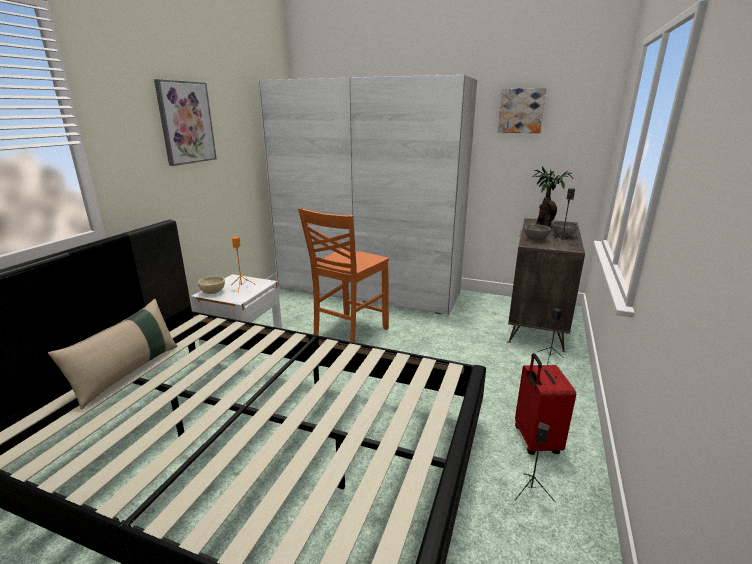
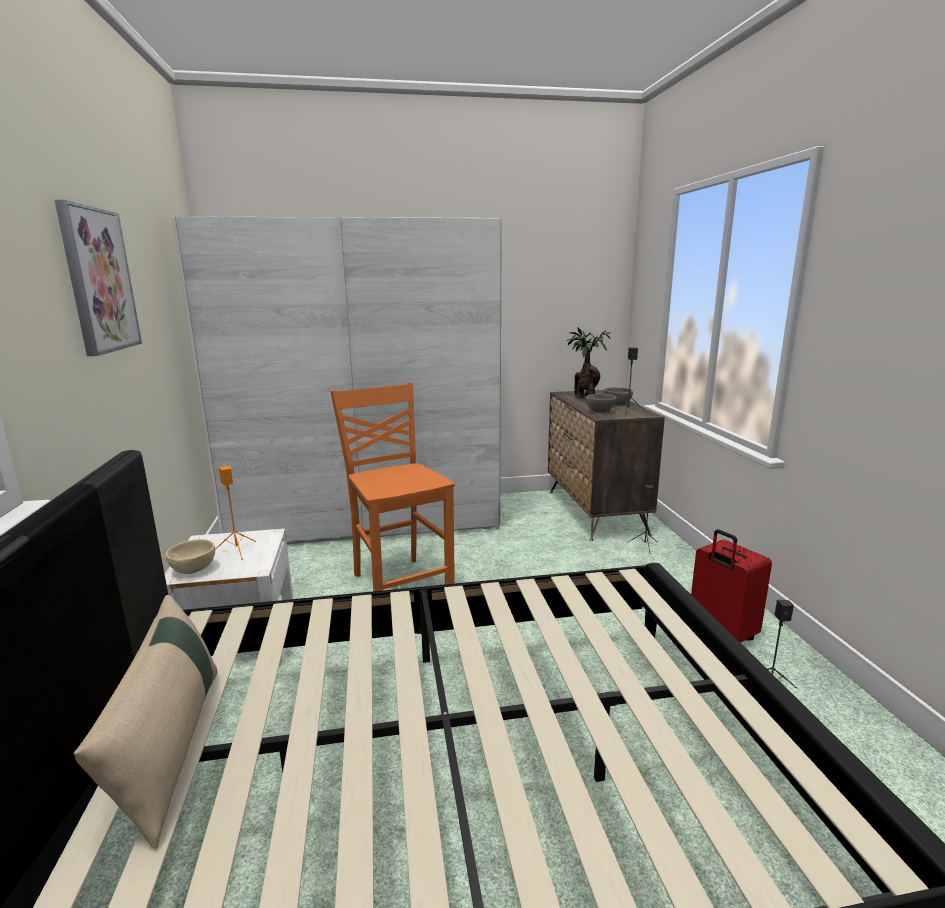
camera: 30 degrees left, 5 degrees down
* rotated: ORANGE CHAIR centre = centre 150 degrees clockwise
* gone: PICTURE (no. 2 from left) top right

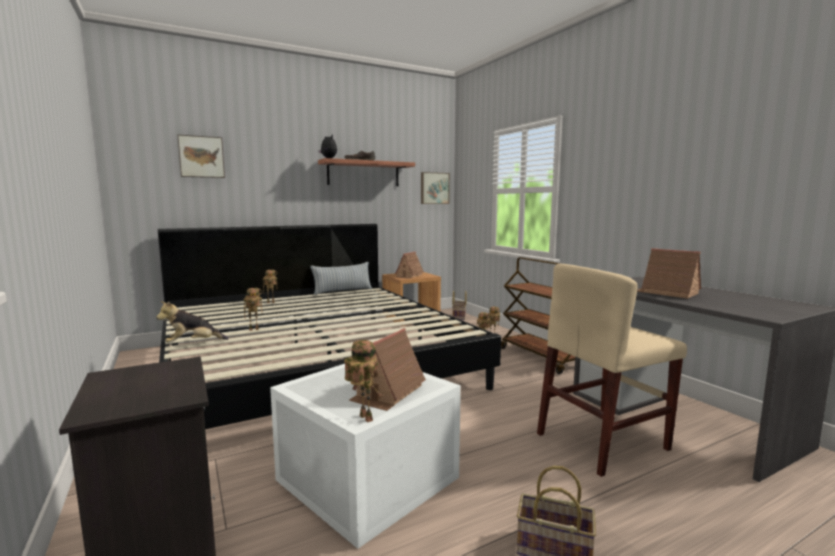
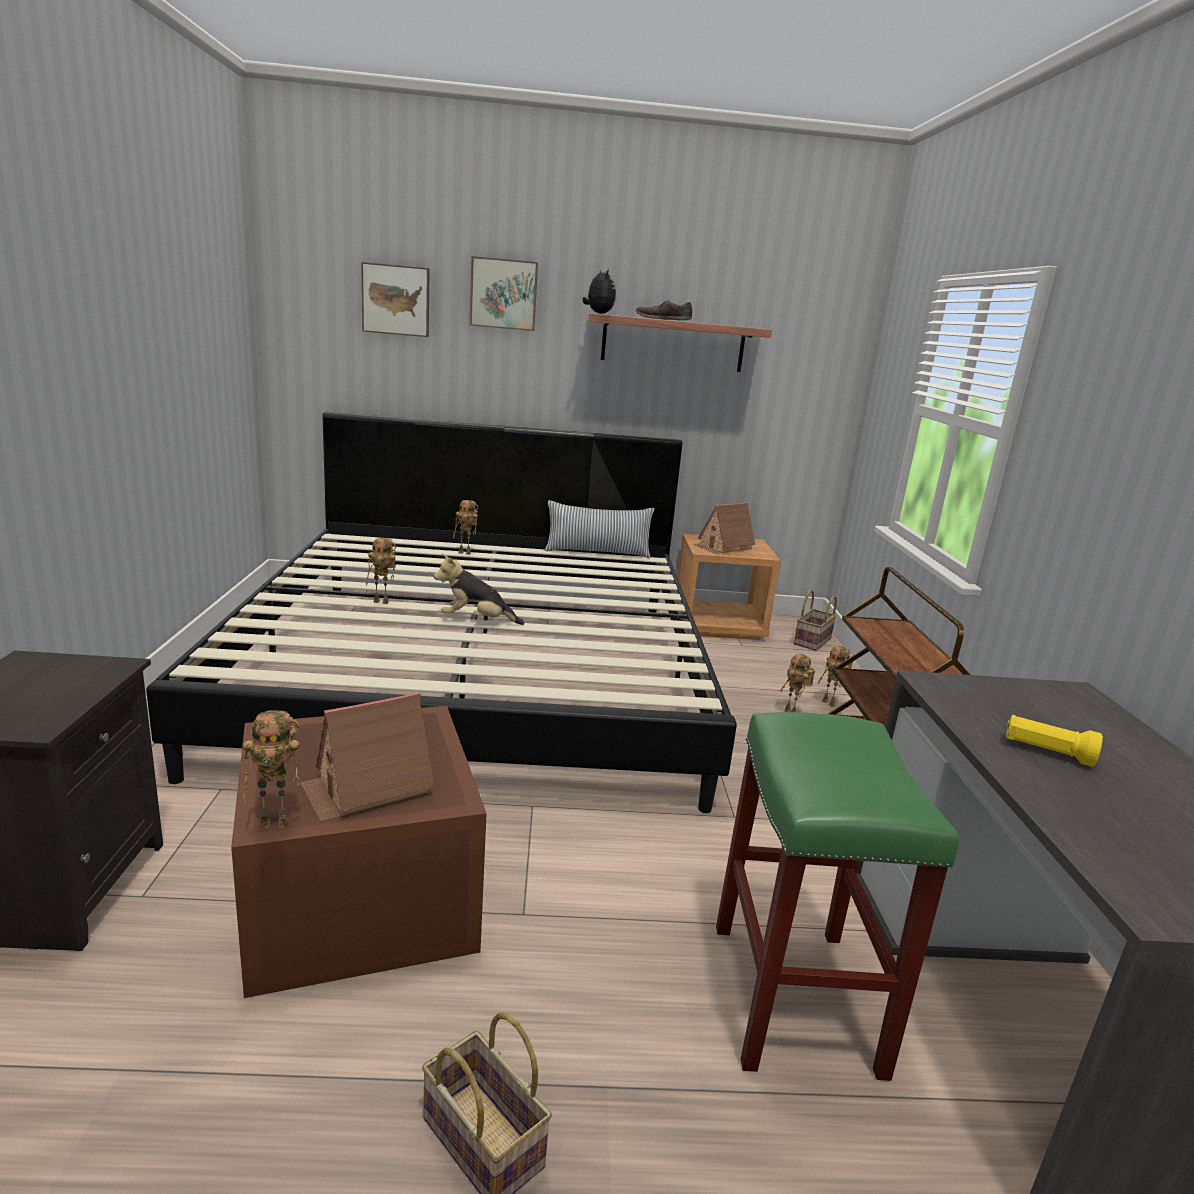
camera: 25 degrees right, 10 degrees up
* shifted: PLUSH TOY (no. 1 from left) middle left to centre
* repainted: WHITE STORAGE BOX bottom centre to BROWN STORAGE BOX bottom left
* rotated: TOY ROBOT (no. 3 from left in the first image) bottom centre = middle left 90 degrees clockwise
* shifted: PICTURE (no. 2 from left) centre to top centre
* swapped: BEIGE CHAIR middle right to GREEN STOOL bottom right
* swapped: TOY HOUSE (no. 3 from left) middle right to YELLOW FLASHLIGHT middle right

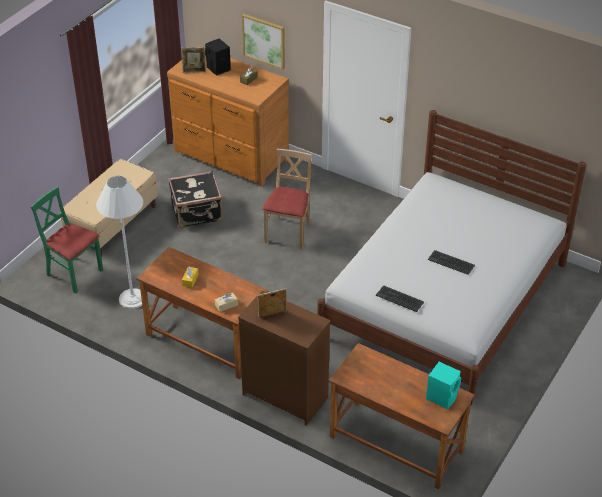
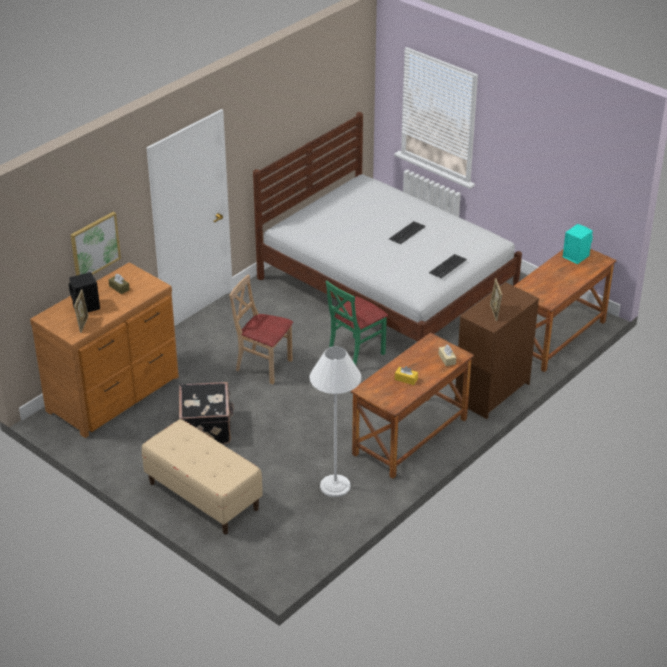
camera: 80 degrees left, 5 degrees down
* shifted: GREEN CHAIR middle left to centre

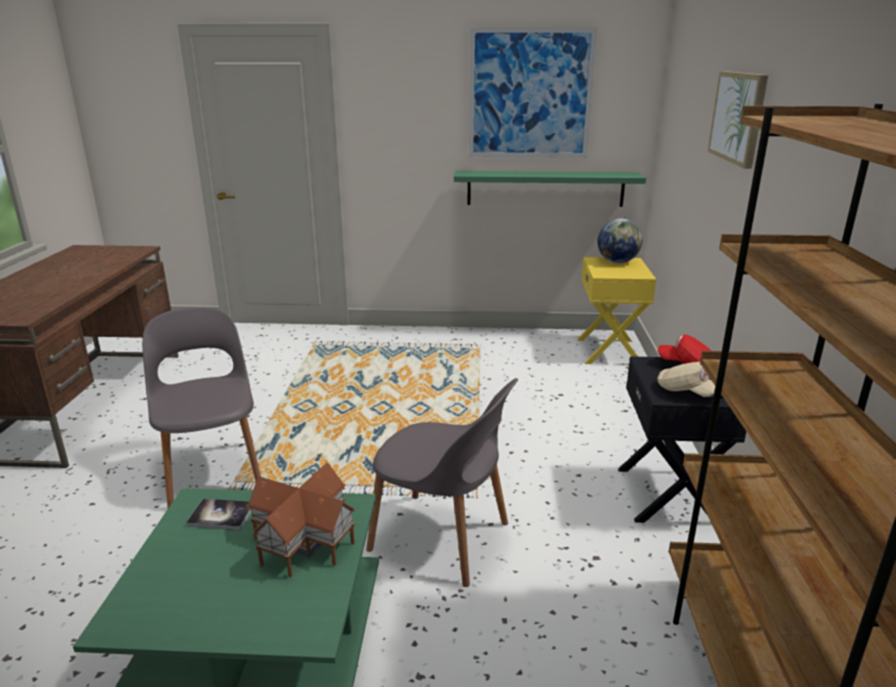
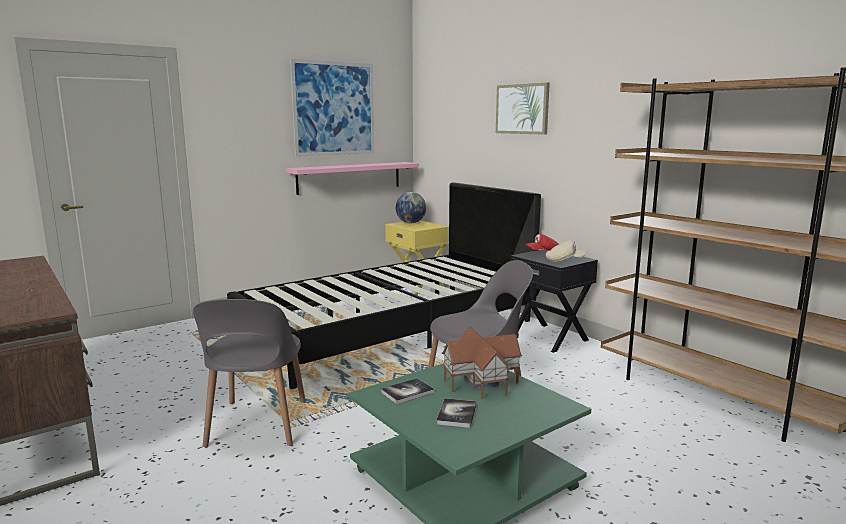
camera: 40 degrees left, 10 degrees down
* rotated: GREY CHAIR (no. 1 from left) middle left = bottom left 120 degrees counterclockwise
* repainted: GREEN SHELF top centre to PINK SHELF centre
* new: BLACK BED centre
* new: BOOK (no. 2 from left) bottom centre

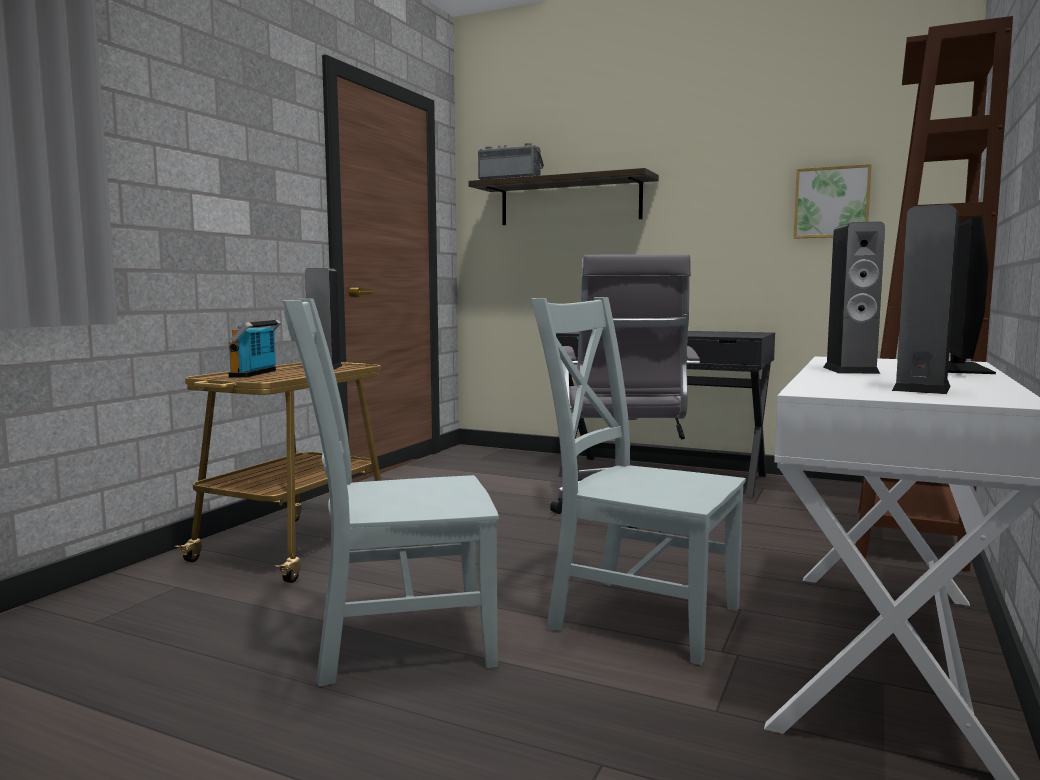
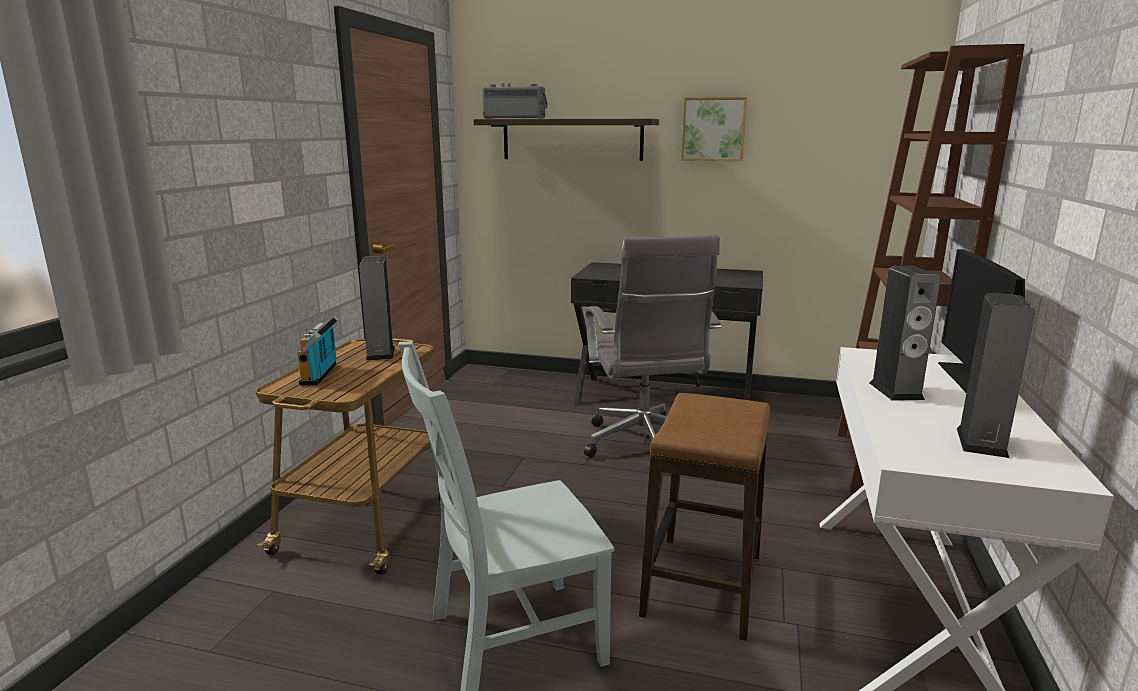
camera: 10 degrees left, 10 degrees up
* swapped: GREY CHAIR (no. 2 from left) centre to STOOL bottom centre
* shifted: PICTURE top right to top centre

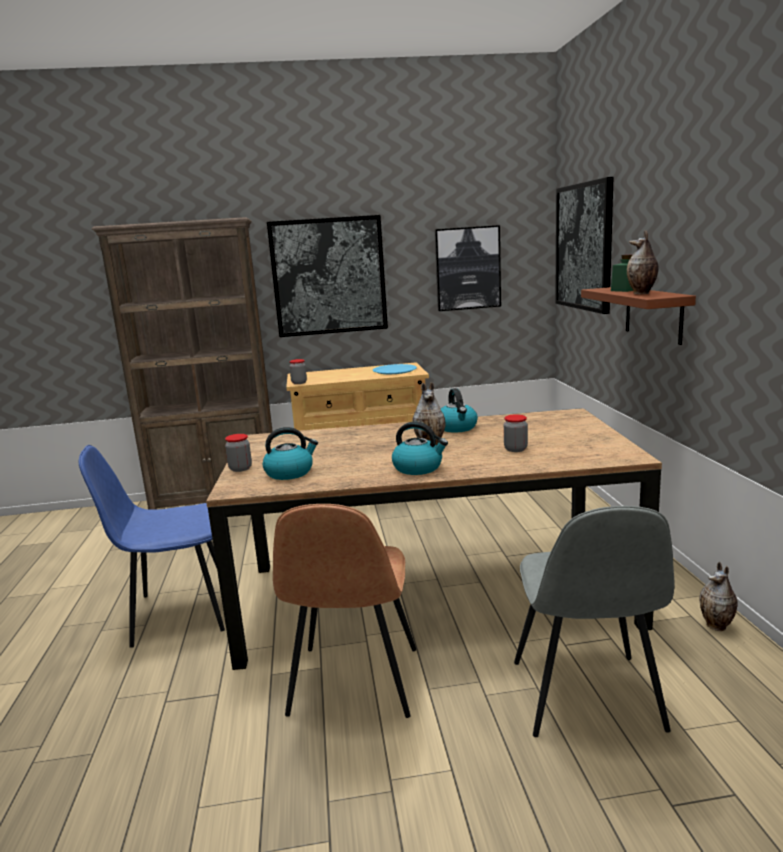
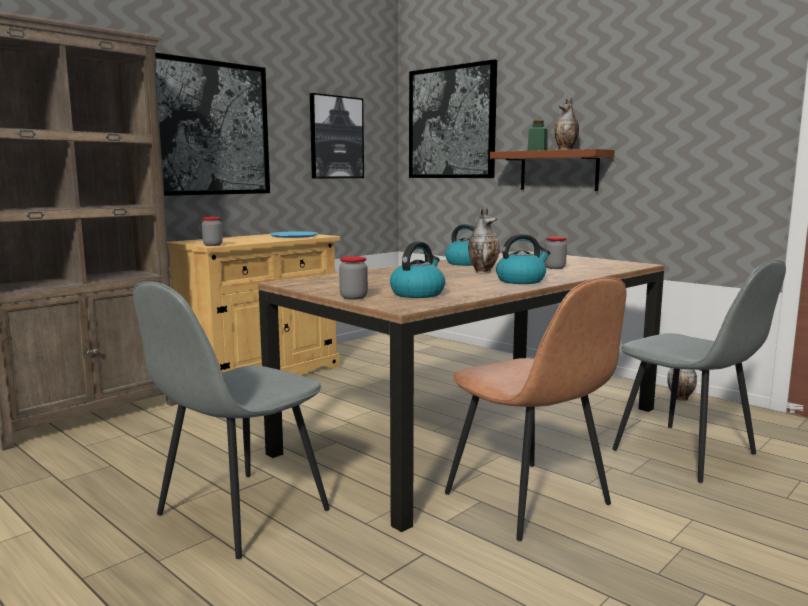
camera: 40 degrees left, 5 degrees down
* repainted: BLUE CHAIR middle left to GREY CHAIR (no. 1 from left) bottom left

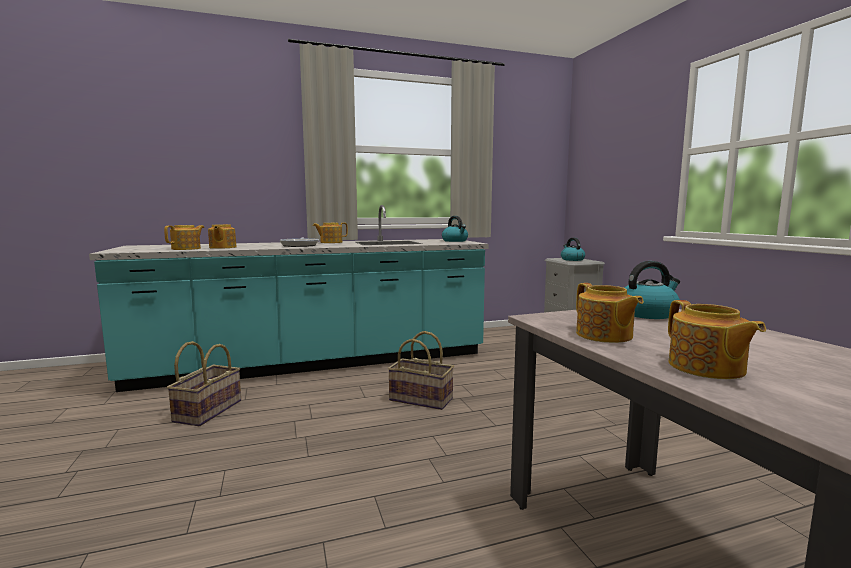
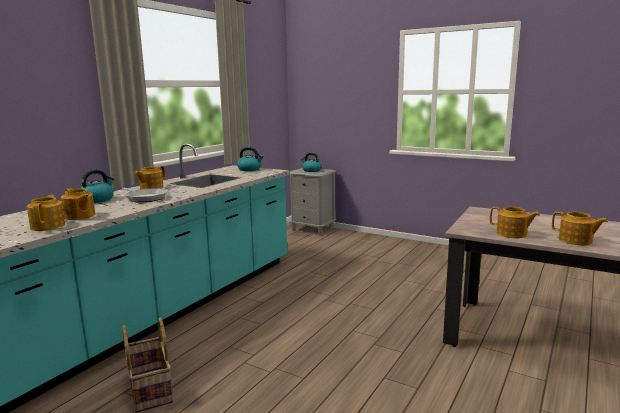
camera: 40 degrees left, 5 degrees up
* gone: BASKET (no. 2 from left) centre
* shifted: KETTLE (no. 3 from left in the first image) middle right to KETTLE (no. 1 from left) middle left

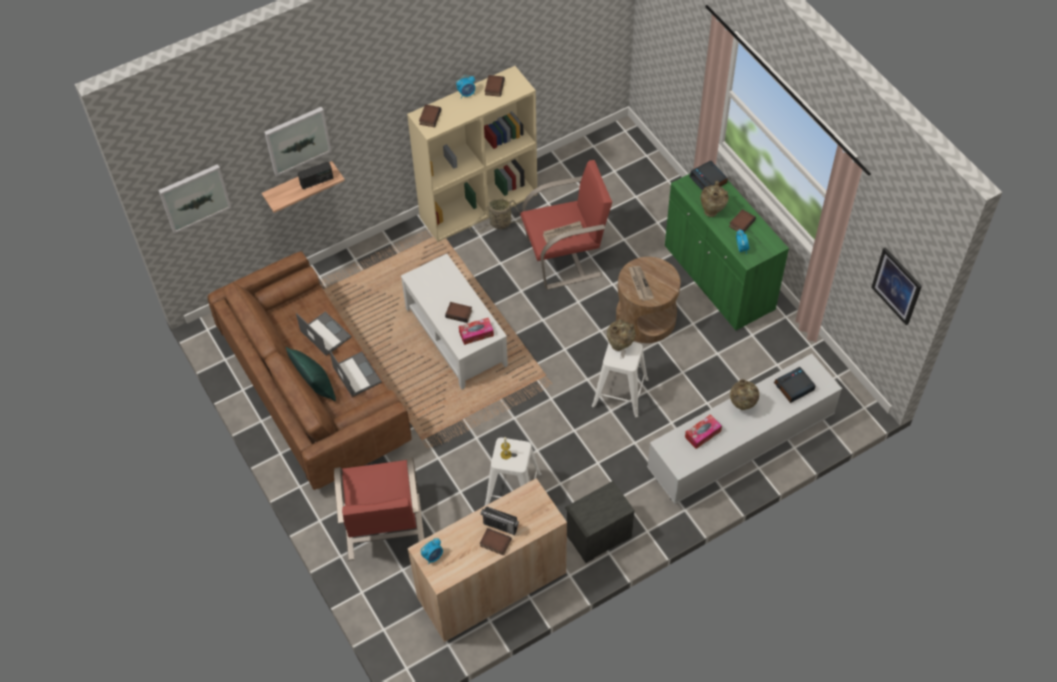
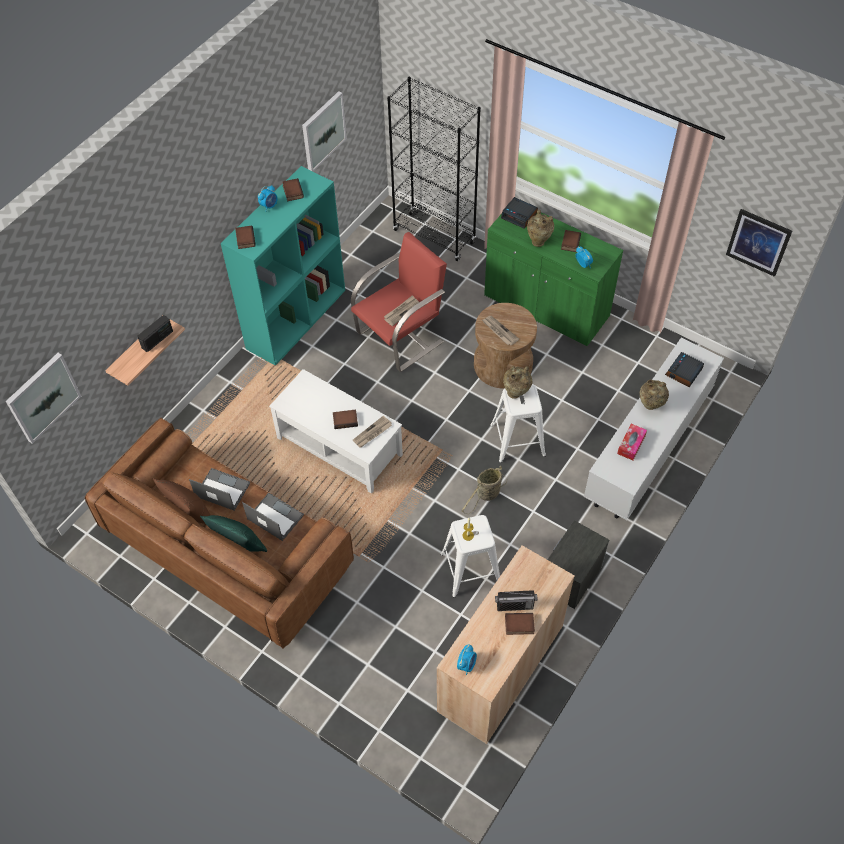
camera: 25 degrees left, 0 degrees up
* shifted: PICTURE (no. 2 from left) top left to top centre
* gone: RED ARMCHAIR (no. 1 from left) bottom centre
* repainted: BEIGE BOOKCASE top centre to TURQUOISE BOOKCASE top centre
* swapped: TISSUE BOX (no. 1 from left) centre to NEWSPAPER (no. 1 from left) centre
* shifted: BASKET top centre to centre
* new: BROWN PILLOW middle left
* new: BLACK BOOKCASE top centre

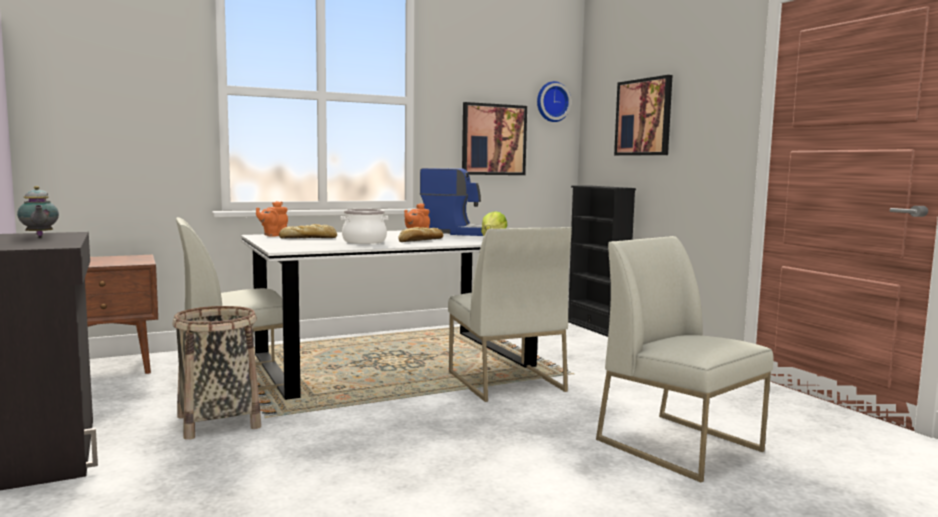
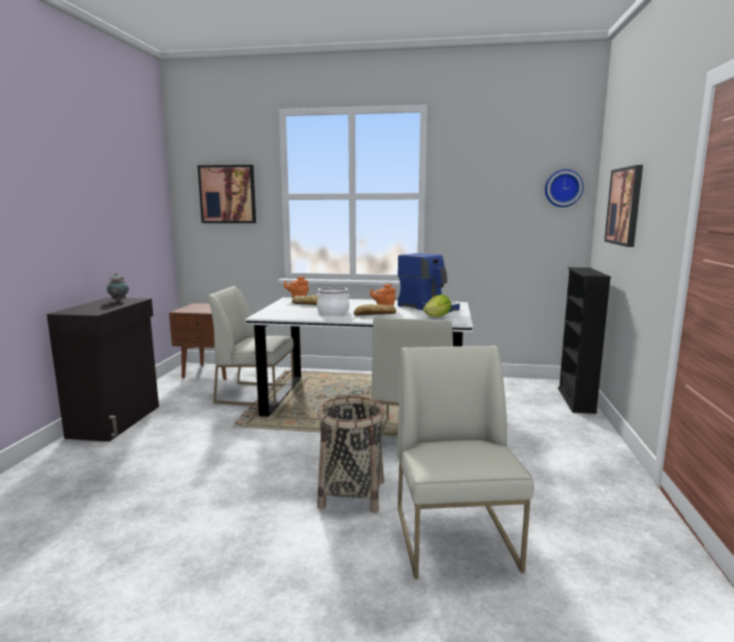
camera: 35 degrees right, 5 degrees up
* shifted: BASKET bottom left to bottom centre
* shifted: PICTURE (no. 1 from left) top centre to top left

